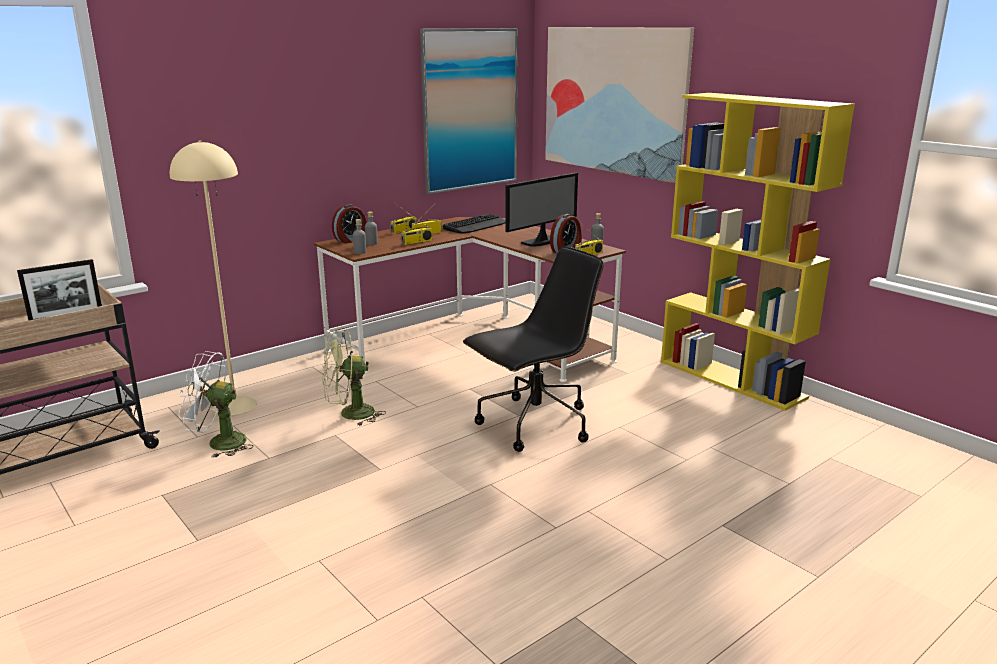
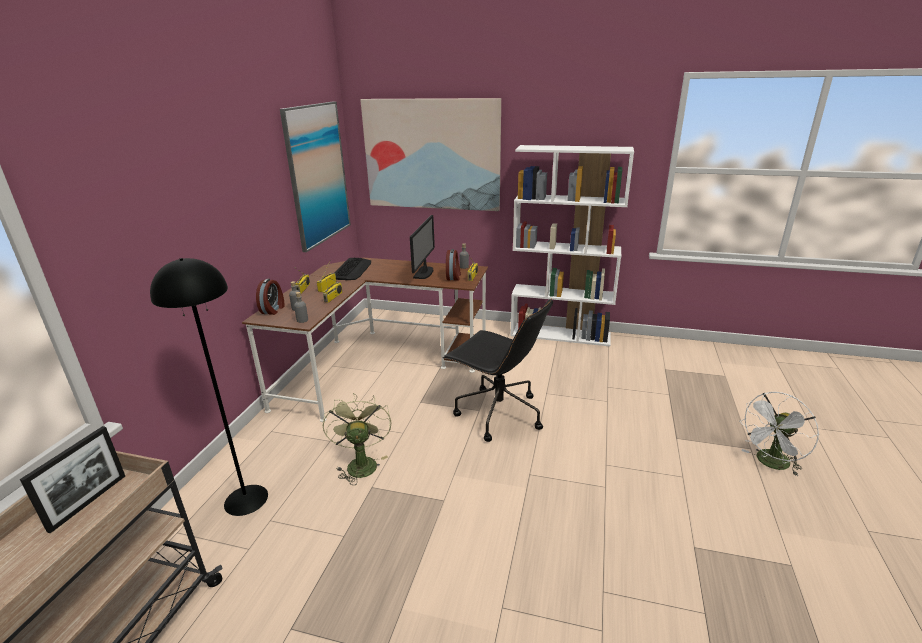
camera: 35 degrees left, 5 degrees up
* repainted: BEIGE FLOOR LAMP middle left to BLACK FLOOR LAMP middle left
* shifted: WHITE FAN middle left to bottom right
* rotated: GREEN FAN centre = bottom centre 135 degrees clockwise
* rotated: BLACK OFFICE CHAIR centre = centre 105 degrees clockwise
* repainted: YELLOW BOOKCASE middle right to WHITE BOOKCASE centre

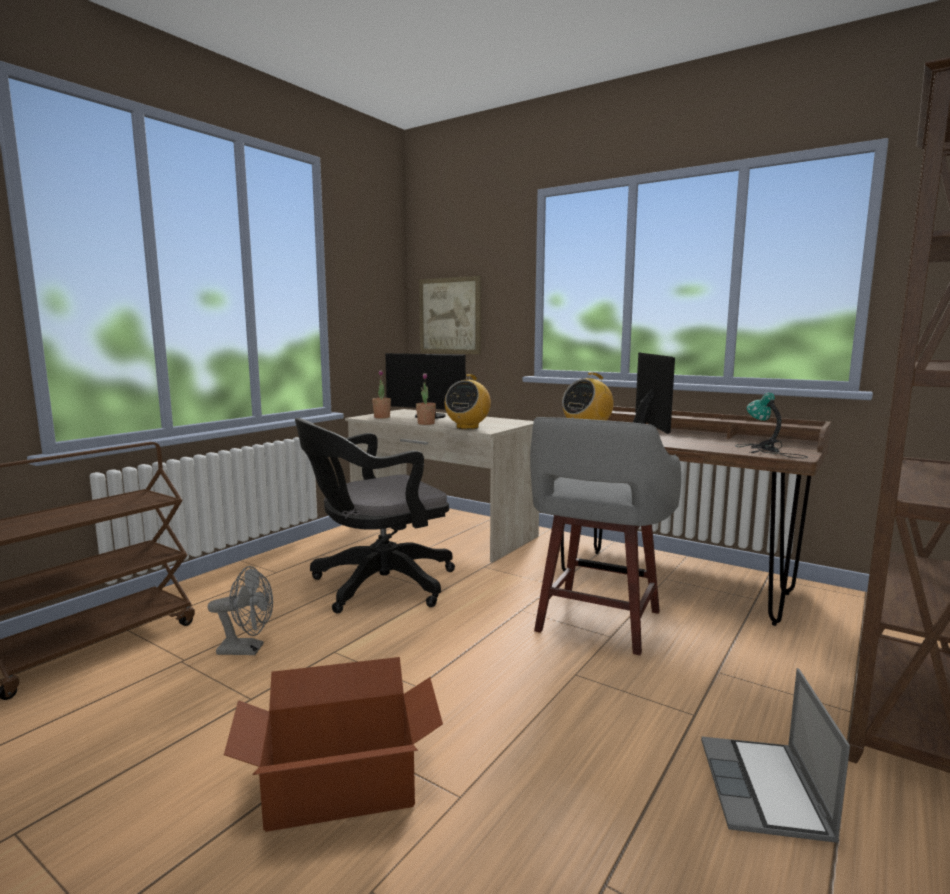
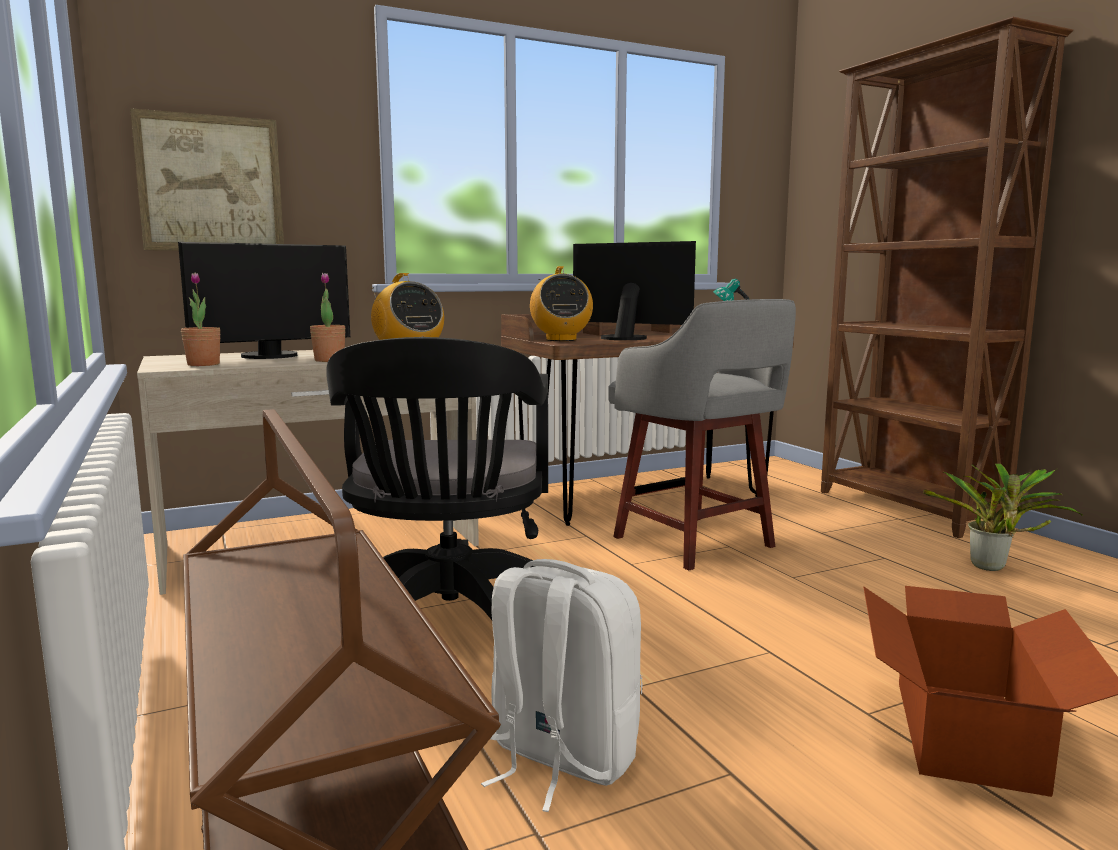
camera: 60 degrees left, 0 degrees up
* swapped: GREY FAN bottom left to WHITE BACKPACK bottom centre
* swapped: LAPTOP bottom right to POTTED PLANT (no. 3 from left) middle right

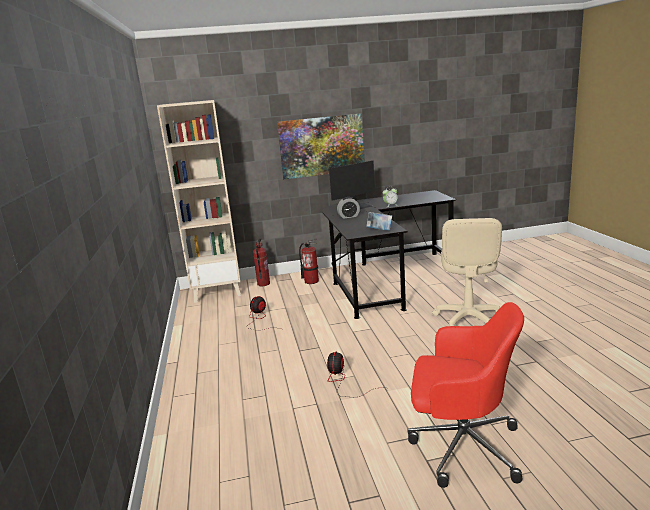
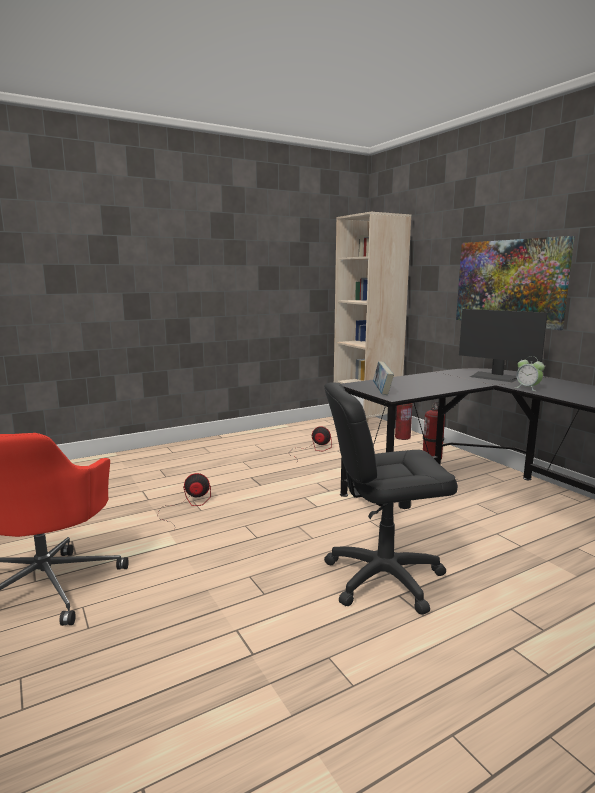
camera: 70 degrees right, 5 degrees down
* gone: ALARM CLOCK (no. 1 from left) centre
* repainted: BEIGE OFFICE CHAIR middle right to BLACK OFFICE CHAIR centre

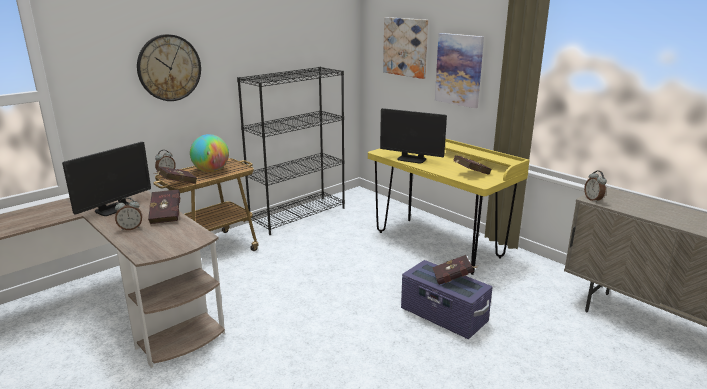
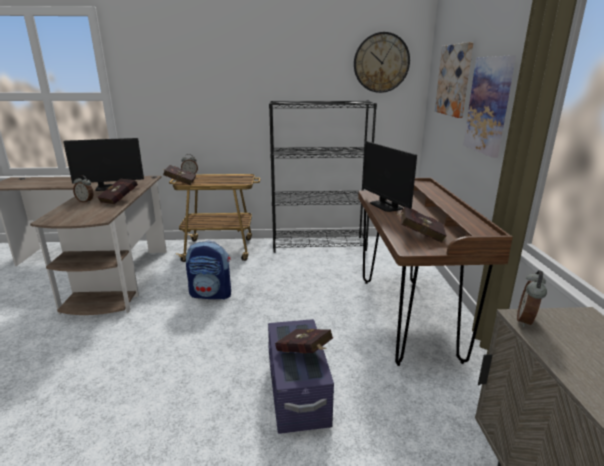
camera: 40 degrees right, 0 degrees up
* shifted: WALL CLOCK top left to top centre
* gone: GLOBE middle left
* repainted: YELLOW DESK centre to BROWN DESK (no. 2 from left) middle right
* new: BACKPACK centre

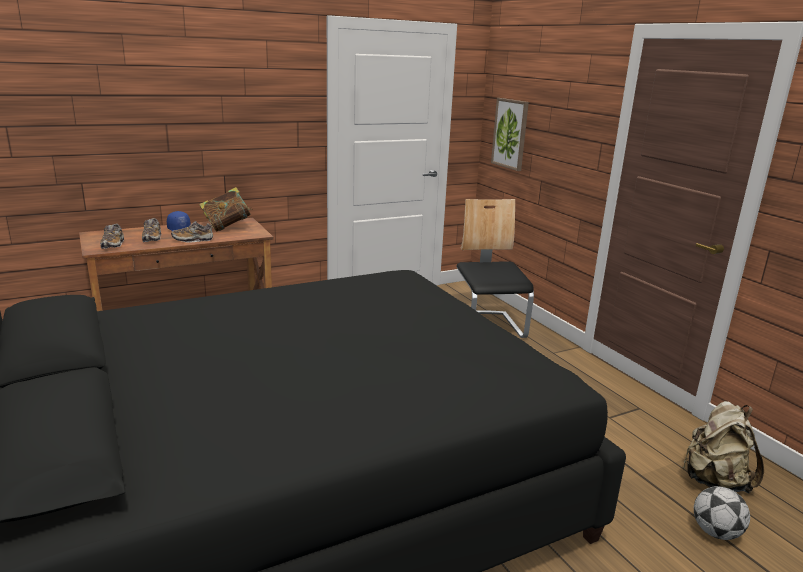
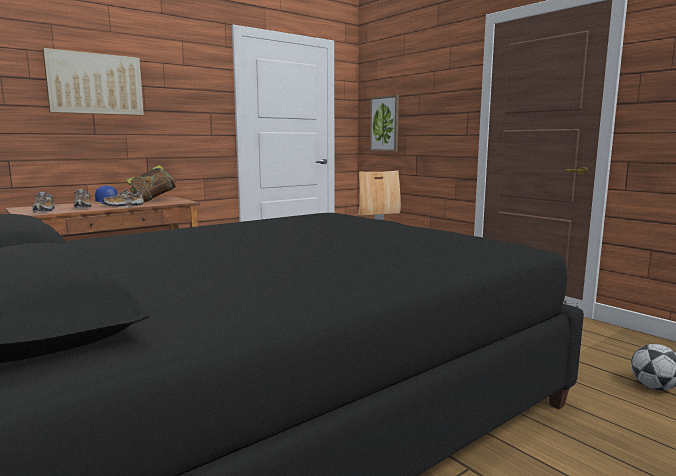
camera: 10 degrees left, 10 degrees down
* gone: BEIGE BACKPACK bottom right
* new: PICTURE (no. 1 from left) top left

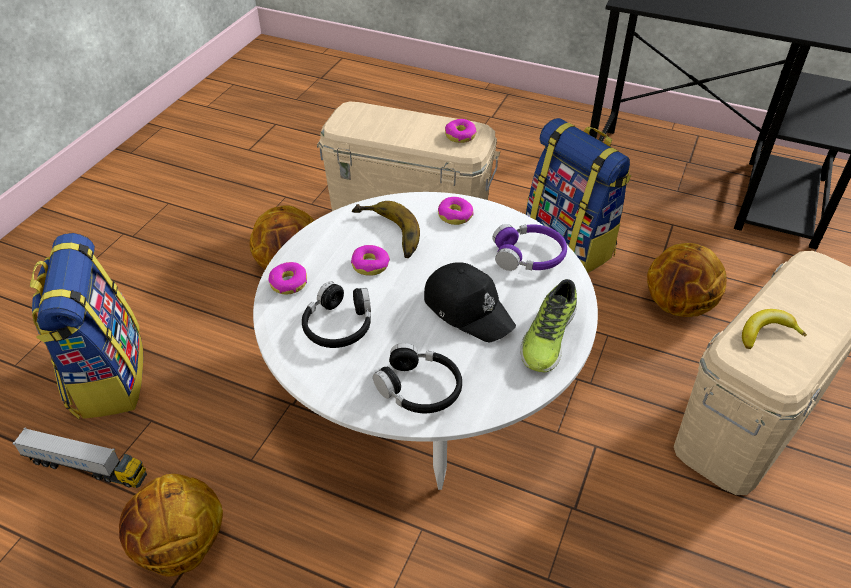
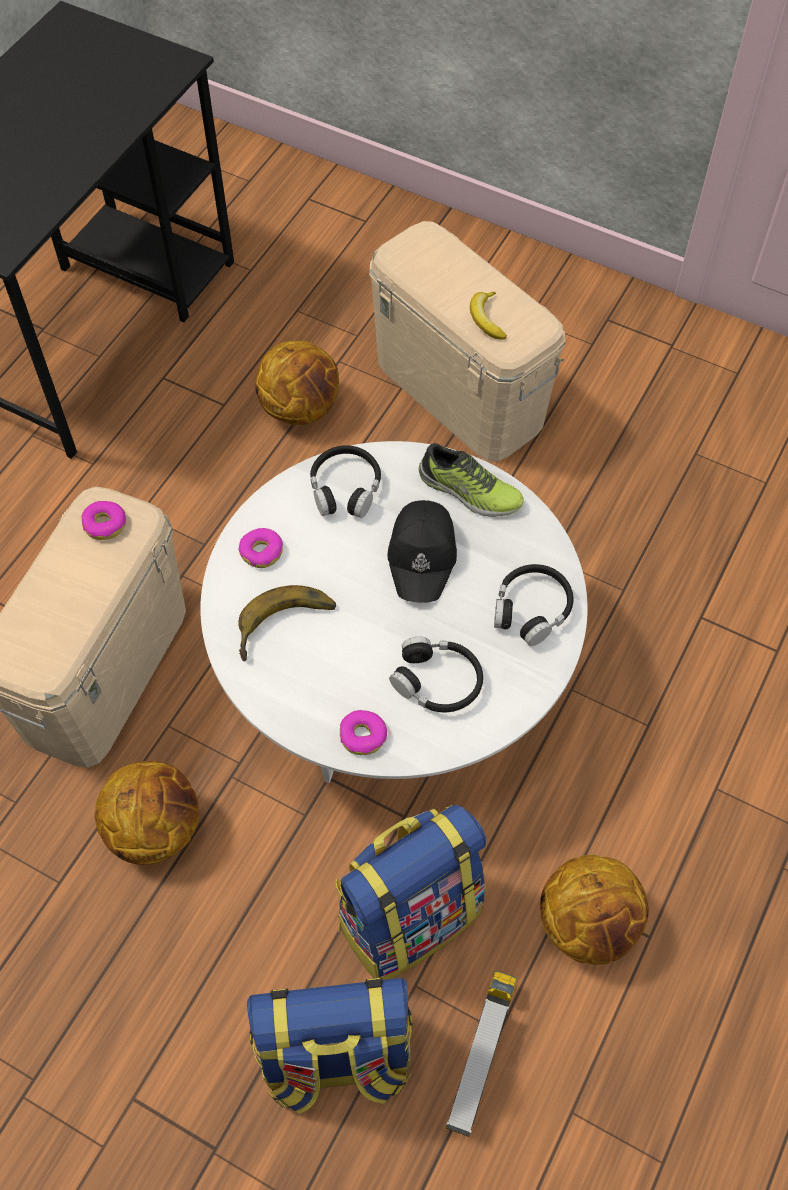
camera: 85 degrees left, 15 degrees up
* gone: DONUT (no. 2 from left) centre
* rotated: BLACK CAP centre = centre 135 degrees clockwise
* repainted: PURPLE HEADPHONES centre to BLACK HEADPHONES (no. 1 from left) centre
* shifted: BACKPACK (no. 2 from left) top right to bottom centre

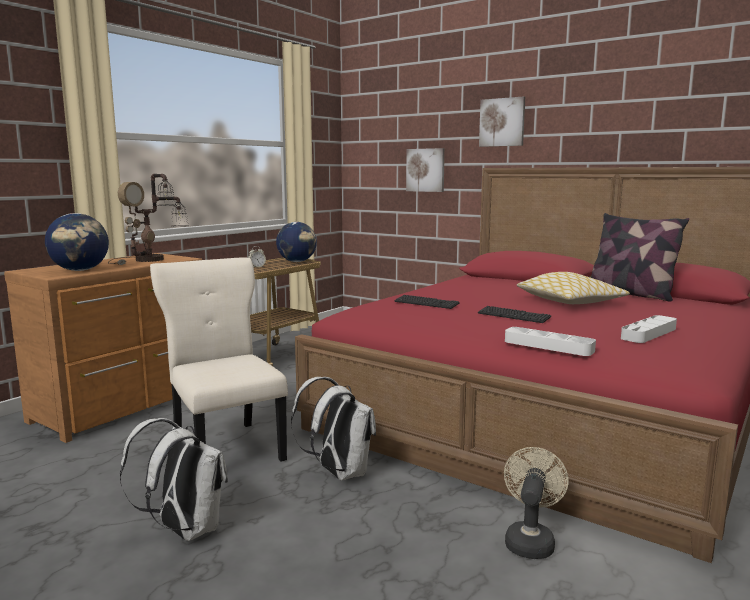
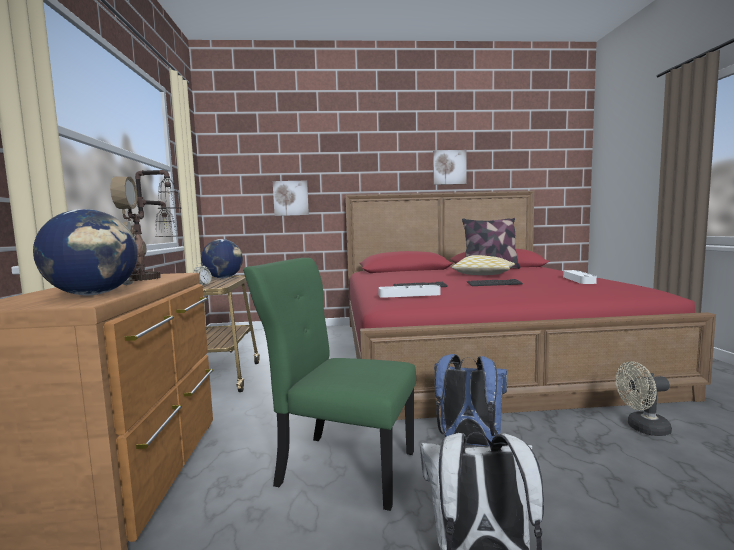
camera: 40 degrees left, 5 degrees down
* repainted: BEIGE CHAIR middle left to GREEN CHAIR bottom centre
* repainted: WHITE BACKPACK (no. 2 from left) bottom centre to BLUE BACKPACK bottom centre
* shifted: PICTURE (no. 2 from left) top right to top centre
* rotated: BEIGE FAN bottom right = bottom right 75 degrees counterclockwise
* shifted: WHITE TRAY (no. 1 from left) middle right to centre

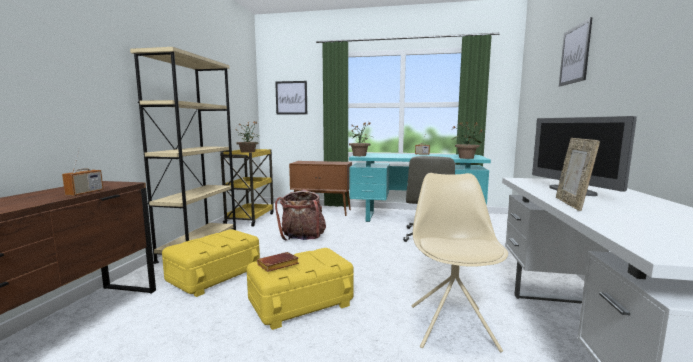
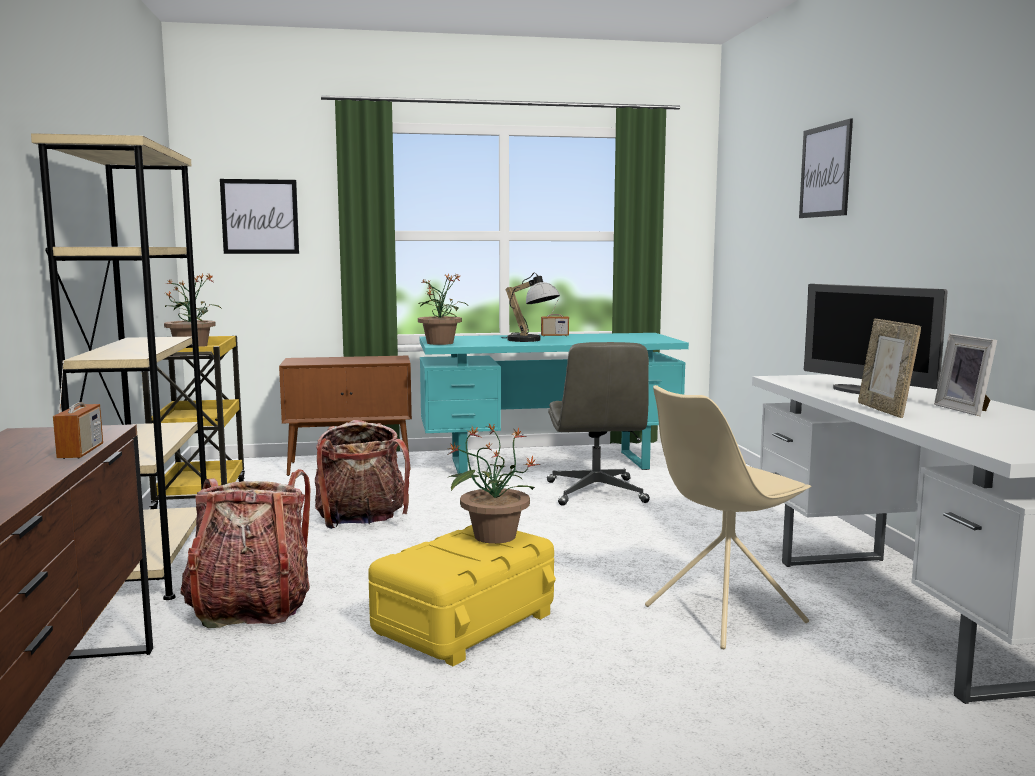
camera: 20 degrees left, 0 degrees up
* swapped: YELLOW STORAGE BOX (no. 1 from left) bottom left to BACKPACK (no. 1 from left) bottom left
* gone: BROWN BOOK bottom centre
* rotated: BEIGE CHAIR bottom centre = middle right 105 degrees counterclockwise
* shifted: POTTED PLANT (no. 3 from left) middle right to centre
* new: TABLE LAMP centre
* new: PICTURE FRAME (no. 2 from left) middle right

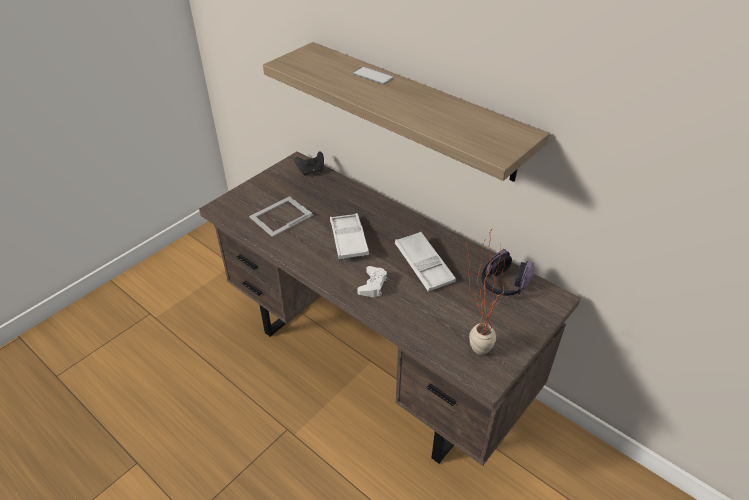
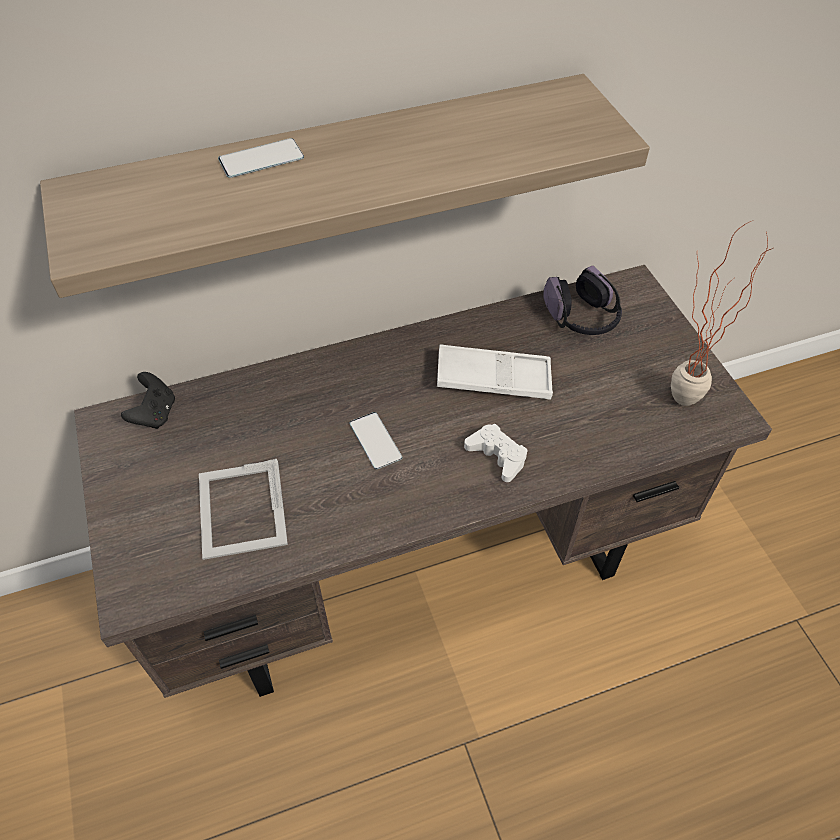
camera: 60 degrees left, 10 degrees up
* swapped: WHITE TRAY (no. 1 from left) centre to PHONE (no. 2 from left) centre

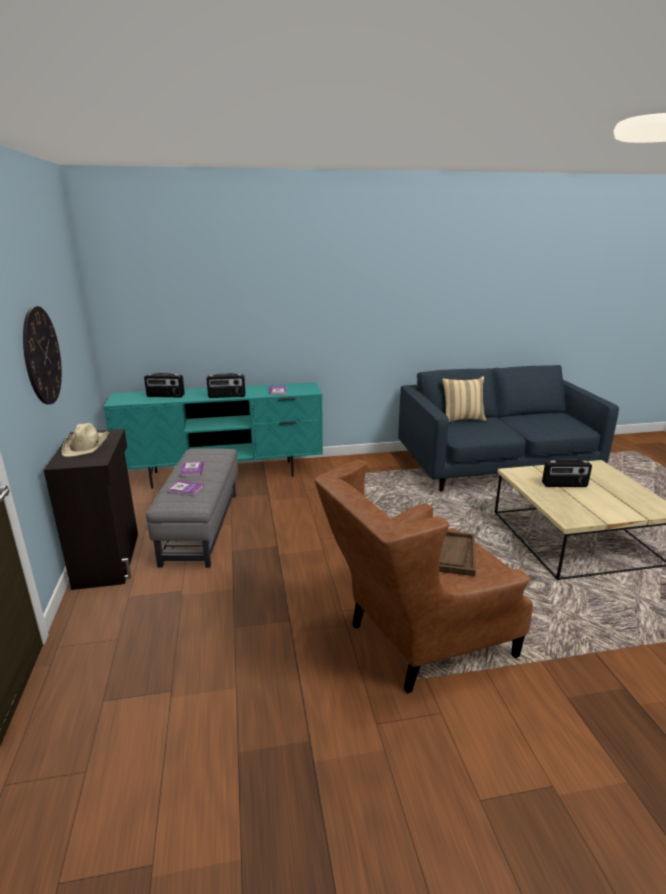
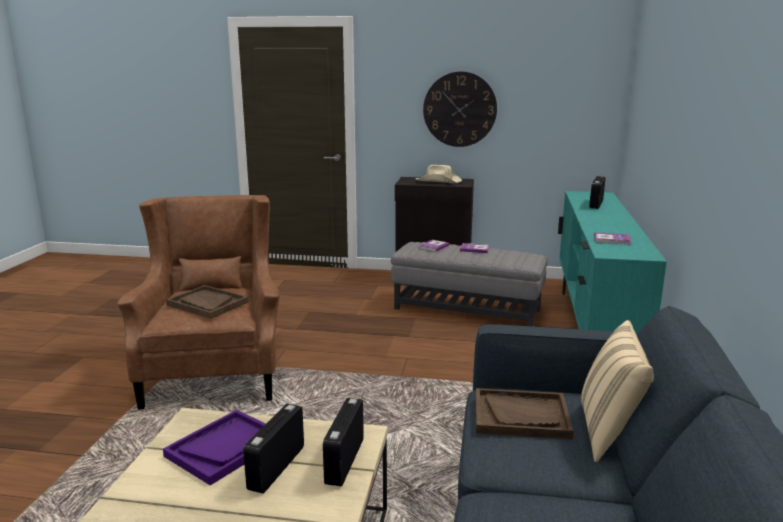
camera: 110 degrees right, 5 degrees down
* shifted: RADIO (no. 2 from left) centre to bottom centre
* new: PURPLE TRAY bottom left
* new: BROWN TRAY (no. 2 from left) bottom right

